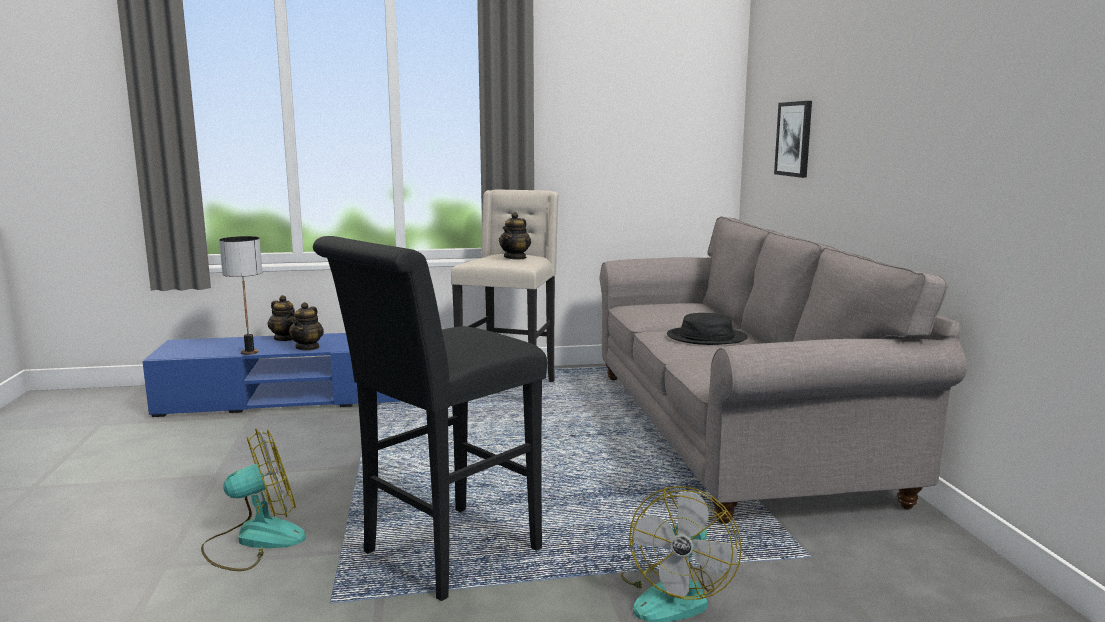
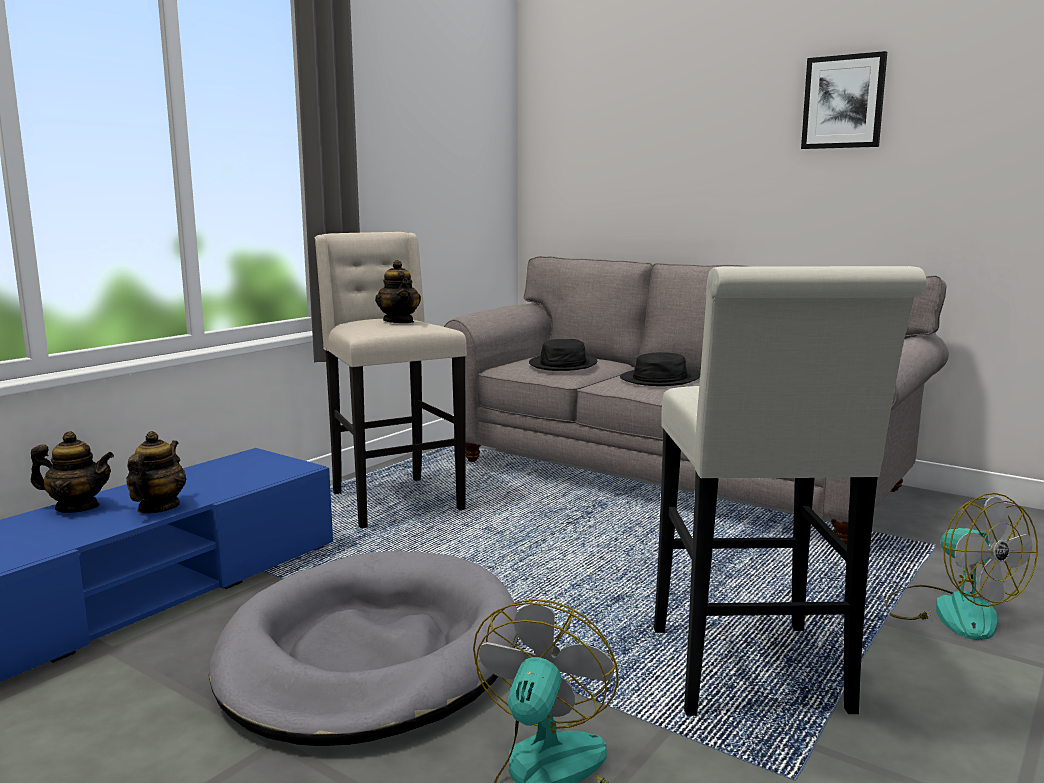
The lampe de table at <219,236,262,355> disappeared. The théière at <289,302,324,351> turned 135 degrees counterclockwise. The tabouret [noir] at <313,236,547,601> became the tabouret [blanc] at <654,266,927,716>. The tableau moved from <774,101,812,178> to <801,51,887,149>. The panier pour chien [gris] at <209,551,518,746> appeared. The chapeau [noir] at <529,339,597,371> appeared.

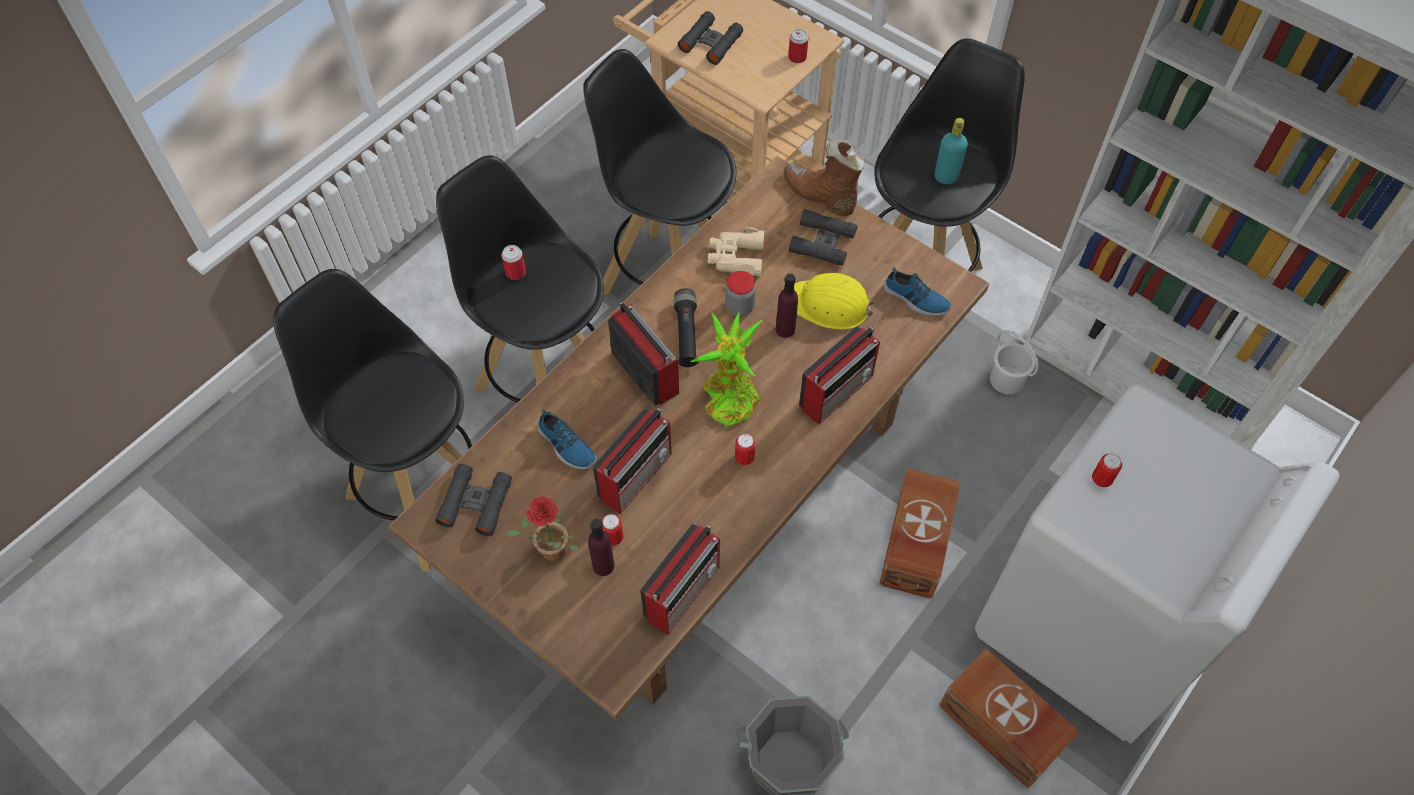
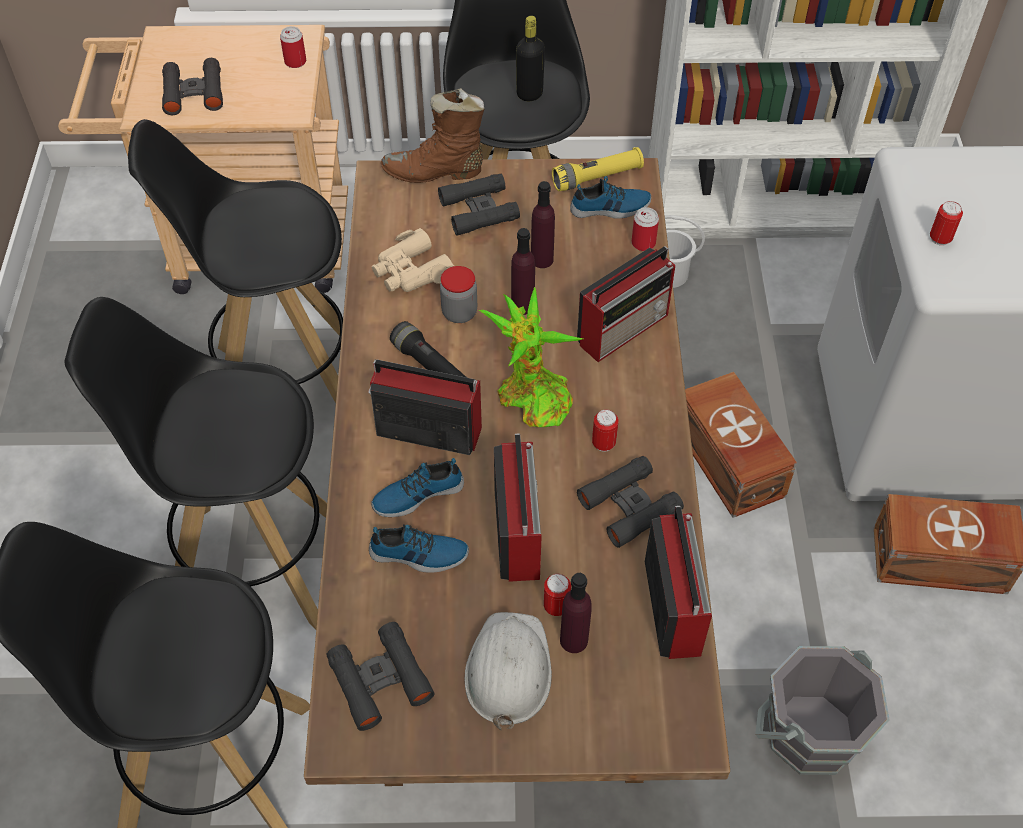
The boîte métallique moved from <502,245,526,280> to <631,207,659,251>. The plante en pot at <505,497,578,561> was replaced by the casque de chantier [blanc] at <465,612,552,730>. The casque de chantier [jaune] at <794,273,876,330> was replaced by the bouteille [violet] at <531,181,555,268>. The radio at <799,326,880,425> turned 45 degrees clockwise. The bouteille [turquoise] at <934,118,968,184> became the bouteille [noir] at <516,16,545,101>. The chaussure at <371,458,464,517> appeared. The lampe de poche [jaune] at <552,147,644,191> appeared. The jumelles [noir] at <577,456,684,548> appeared.

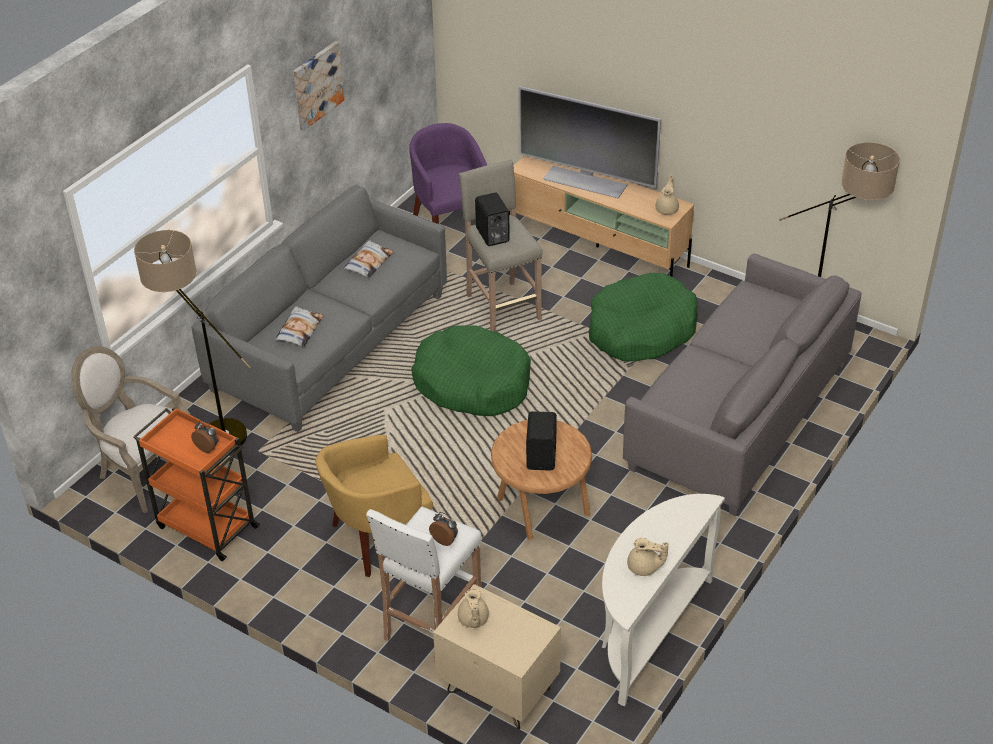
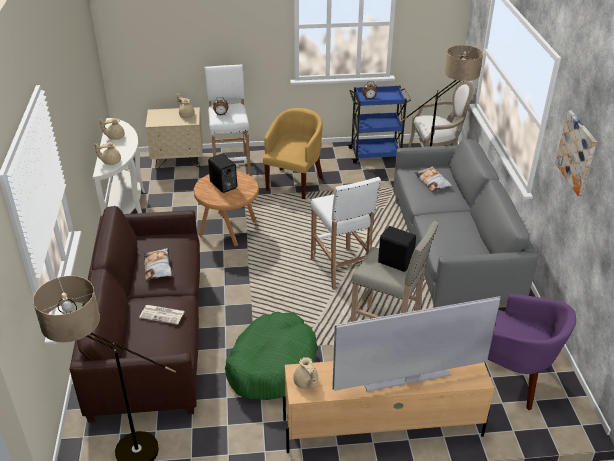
The chariot [orange] at <133,406,260,561> became the chariot [bleu] at <347,85,411,163>. The coussin moved from <344,240,394,278> to <144,248,172,280>. The panier pour chien [vert] at <411,325,531,416> was replaced by the tabouret [blanc] at <311,177,381,290>. The canapé [gris] at <623,254,862,516> became the canapé [marron] at <70,206,200,422>. The théière [beige] at <94,142,121,165> appeared. The journal at <139,305,185,325> appeared.

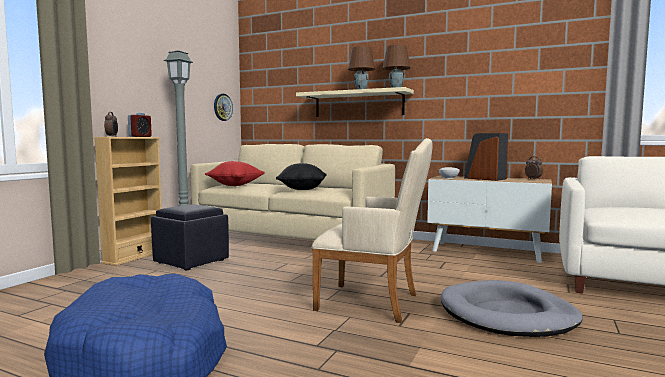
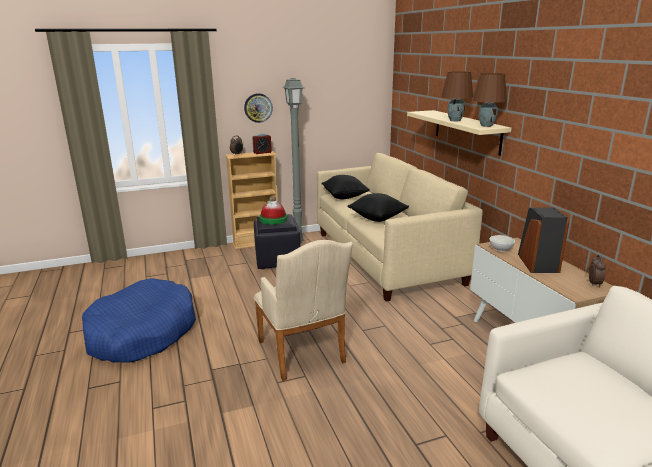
The coussin [rouge] at <205,161,265,186> became the coussin [noir] at <322,175,370,199>. The horloge murale moved from <214,94,233,121> to <244,93,273,123>. The panier pour chien [gris] at <441,280,583,337> disappeared. The chapeau at <259,196,287,225> appeared.

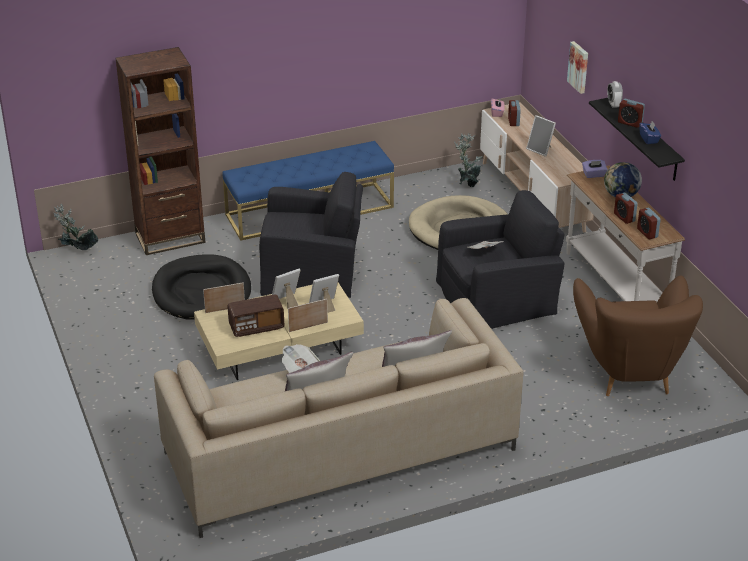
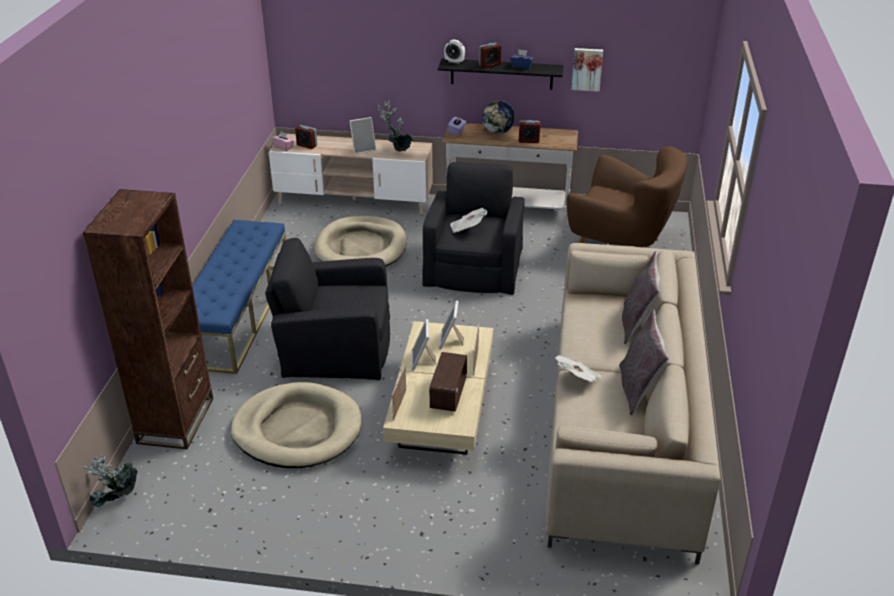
The panier pour chien [noir] at <152,254,251,320> became the panier pour chien [beige] at <231,382,361,468>. The fauteuil [noir] at <259,172,363,298> turned 120 degrees counterclockwise. The plante en pot moved from <454,133,483,187> to <378,100,413,152>. The tableau moved from <567,41,588,94> to <571,48,603,92>. The réveil at <637,208,661,239> disappeared.

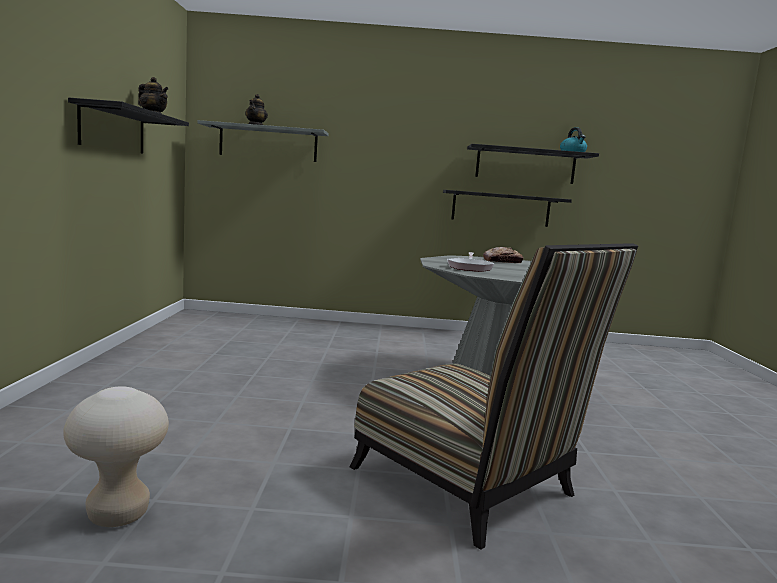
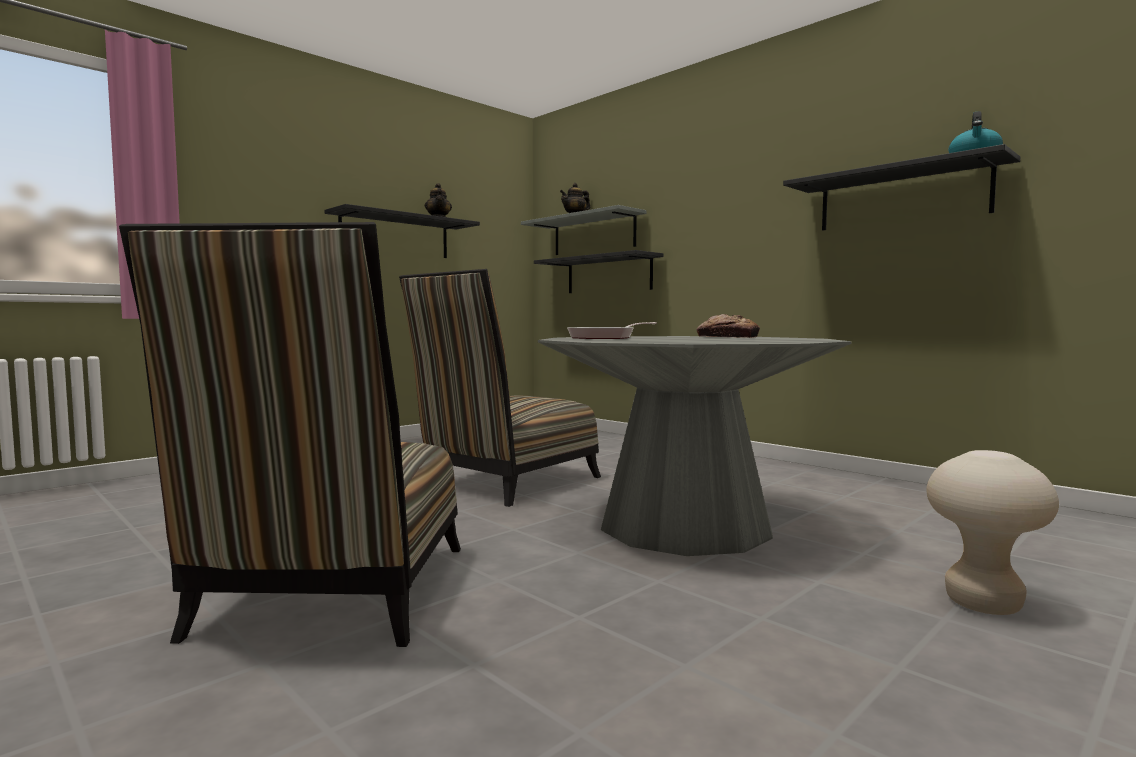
The tabouret [beige] moved from <64,387,169,527> to <926,450,1059,615>. The étagère [noir] moved from <443,190,572,227> to <534,250,664,293>. The chaise at <399,269,601,507> appeared.

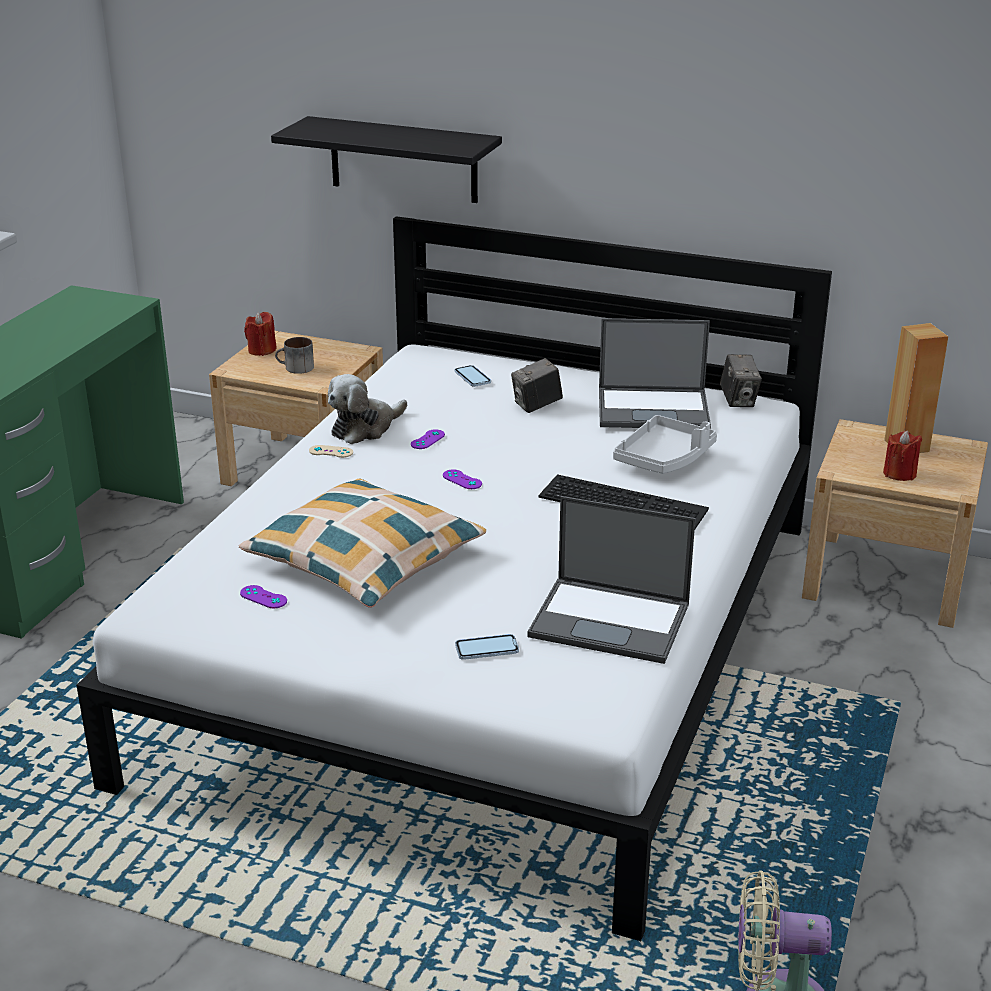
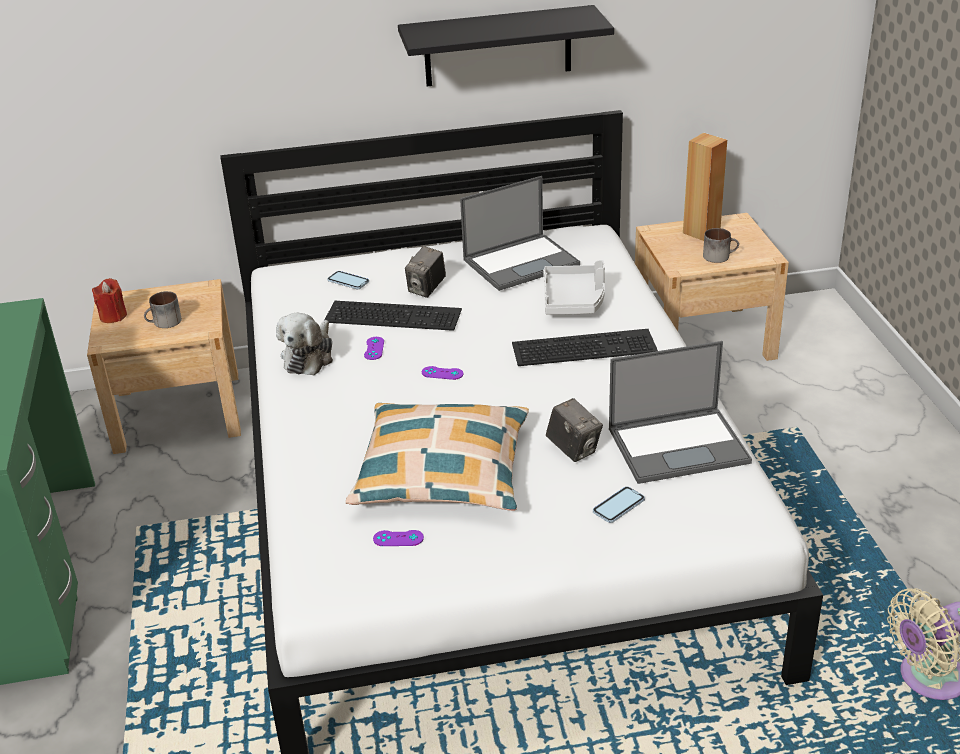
The étagère [noir] moved from <271,116,502,203> to <398,5,614,86>. The manette [beige] at <309,445,353,458> disappeared. The appareil photo moved from <720,354,762,407> to <546,398,603,462>. The bougie [rouge] at <883,430,922,481> was replaced by the mug at <703,228,739,263>. The clavier at <324,301,462,331> appeared.

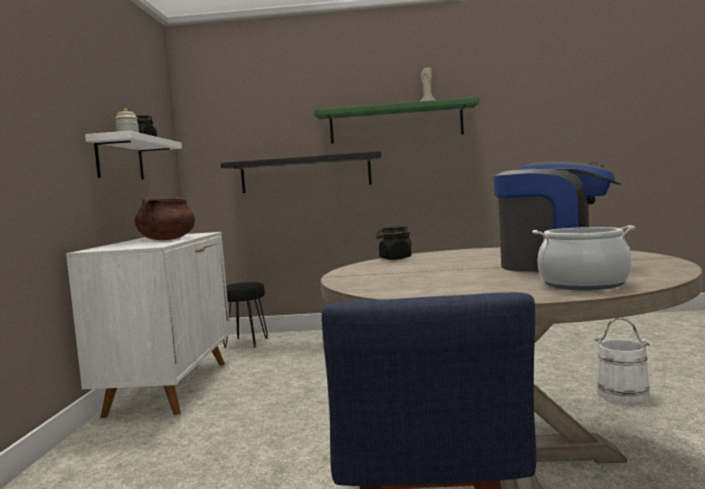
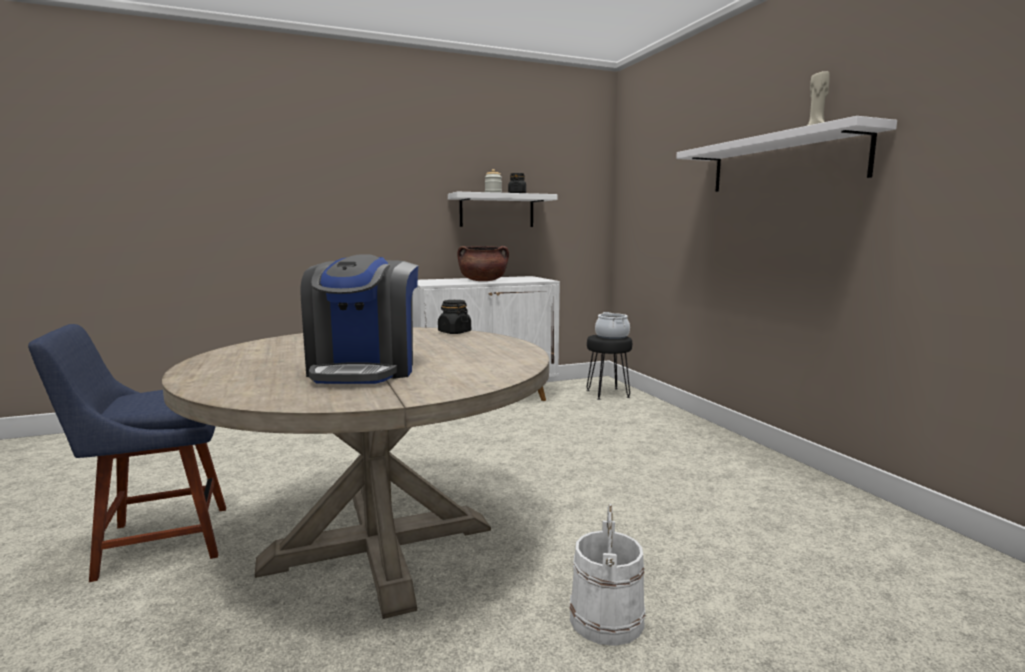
The étagère [noir] at <221,151,381,193> disappeared. The étagère [vert] at <314,97,480,144> became the étagère [blanc] at <676,116,897,192>. The marmite moved from <532,226,635,290> to <595,312,630,339>.

